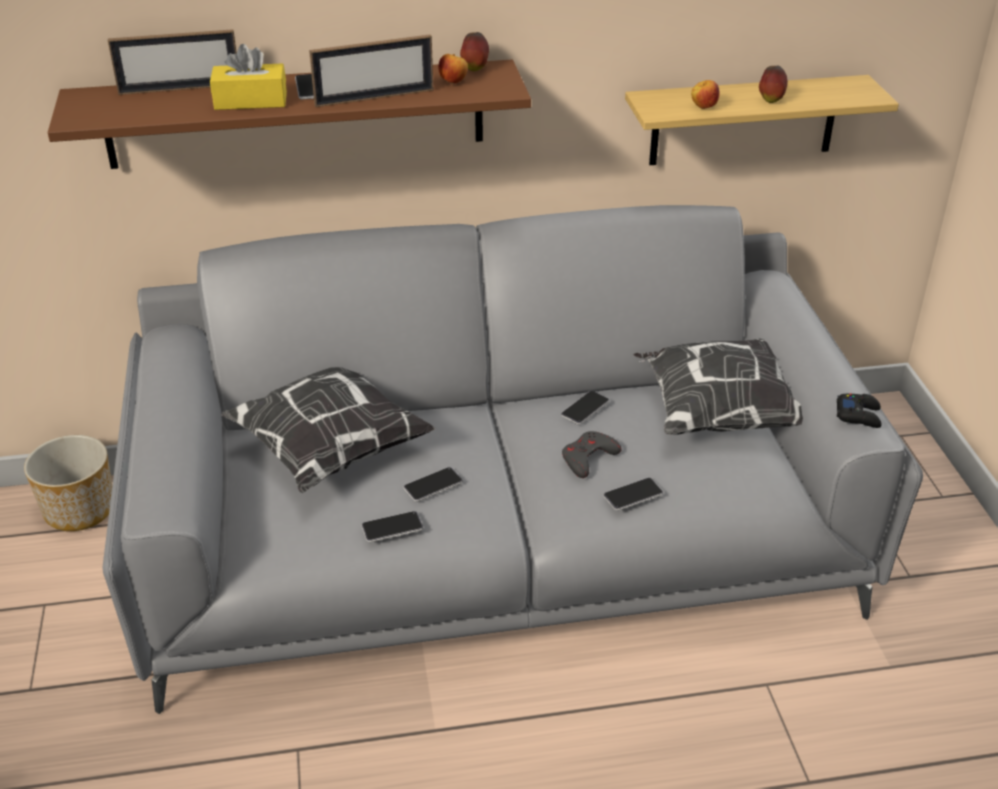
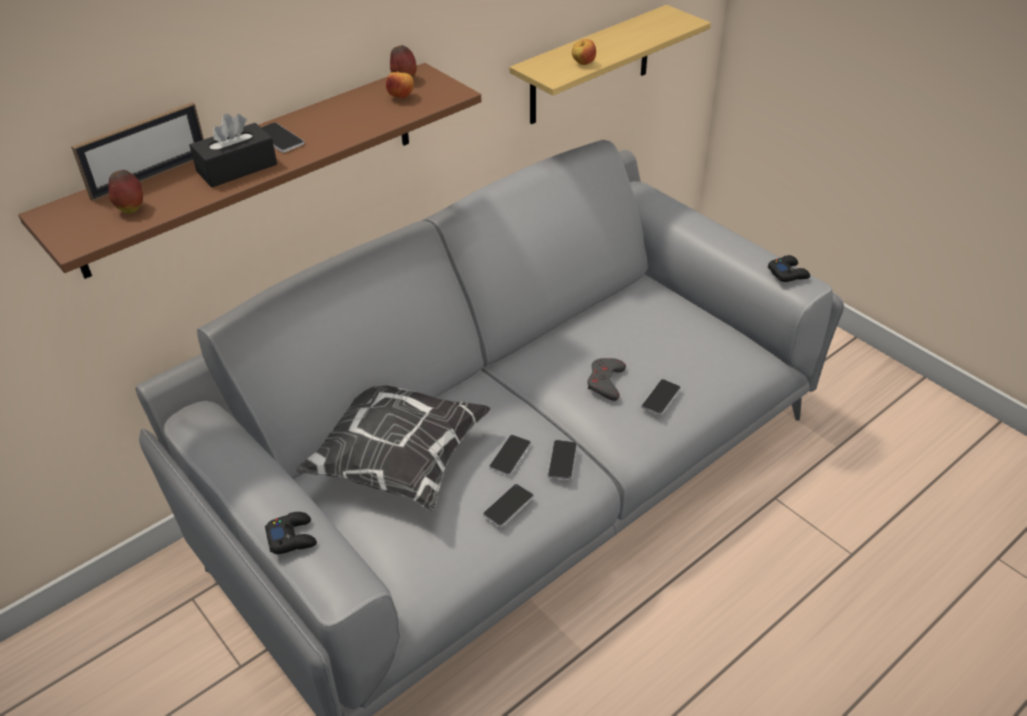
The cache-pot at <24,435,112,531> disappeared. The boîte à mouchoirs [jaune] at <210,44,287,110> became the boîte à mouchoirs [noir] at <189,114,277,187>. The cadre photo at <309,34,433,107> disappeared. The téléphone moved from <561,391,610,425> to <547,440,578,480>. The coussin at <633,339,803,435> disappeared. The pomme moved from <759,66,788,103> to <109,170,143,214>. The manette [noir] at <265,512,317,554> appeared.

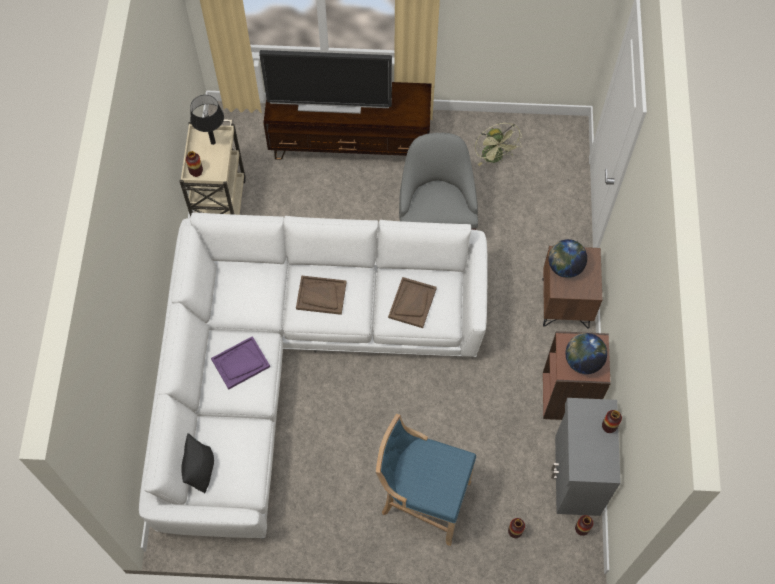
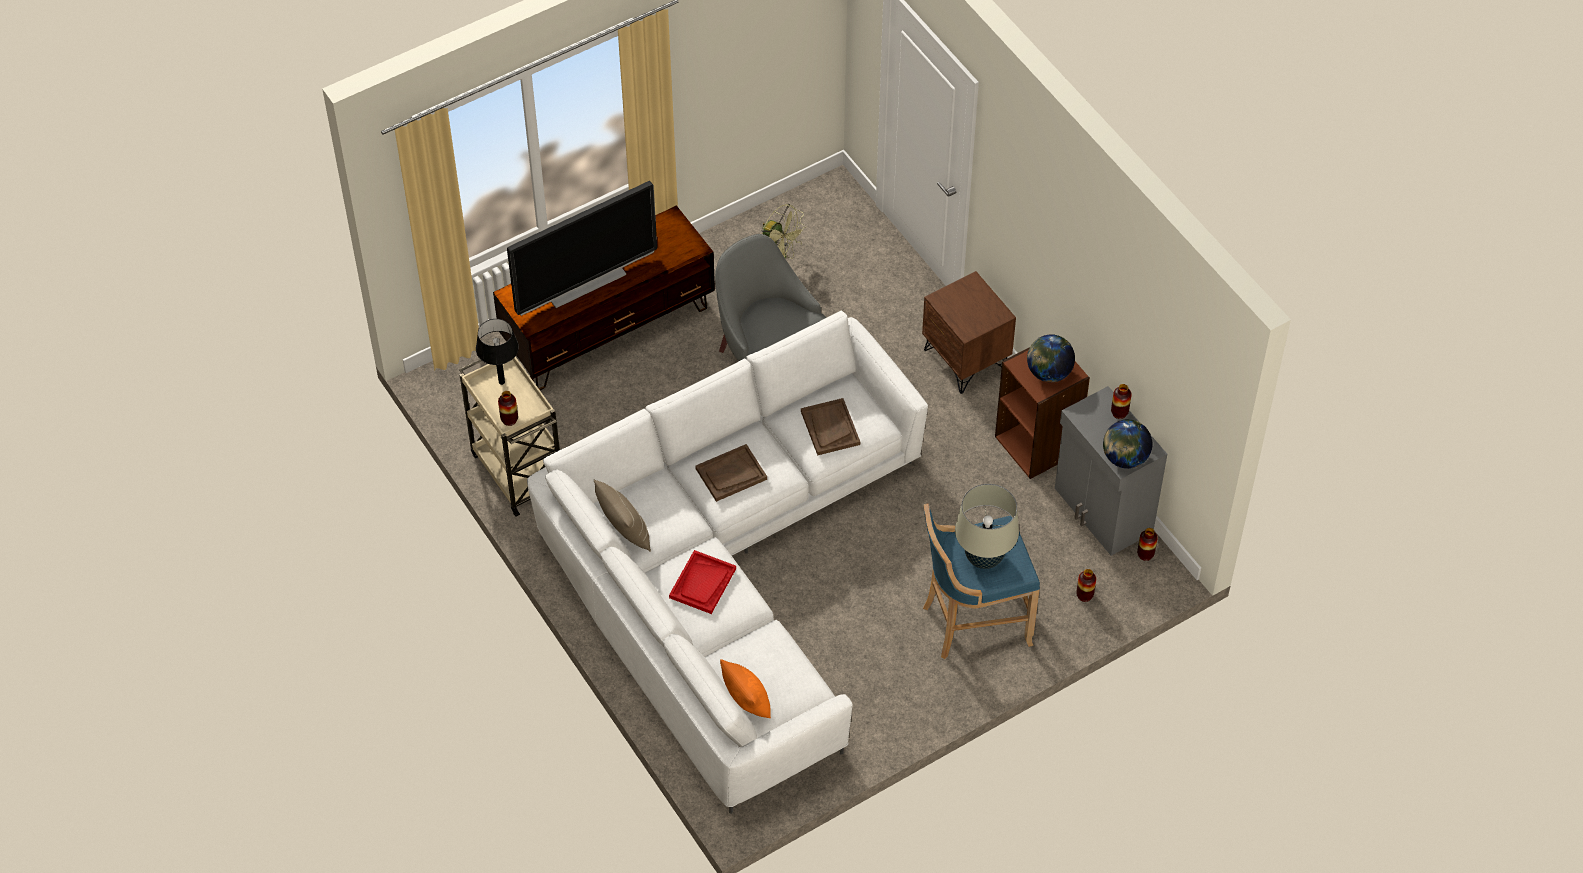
The coussin [noir] at <181,433,214,493> became the coussin [orange] at <720,660,771,719>. The plateau [violet] at <211,336,270,390> became the plateau [rouge] at <669,550,736,614>. The globe moved from <549,239,587,278> to <1103,419,1152,469>. The coussin [beige] at <594,480,651,552> appeared. The lampe de table [beige] at <955,484,1019,569> appeared.

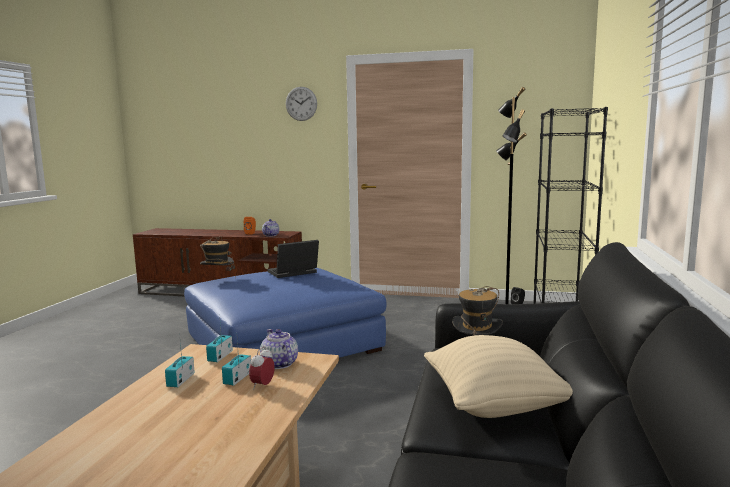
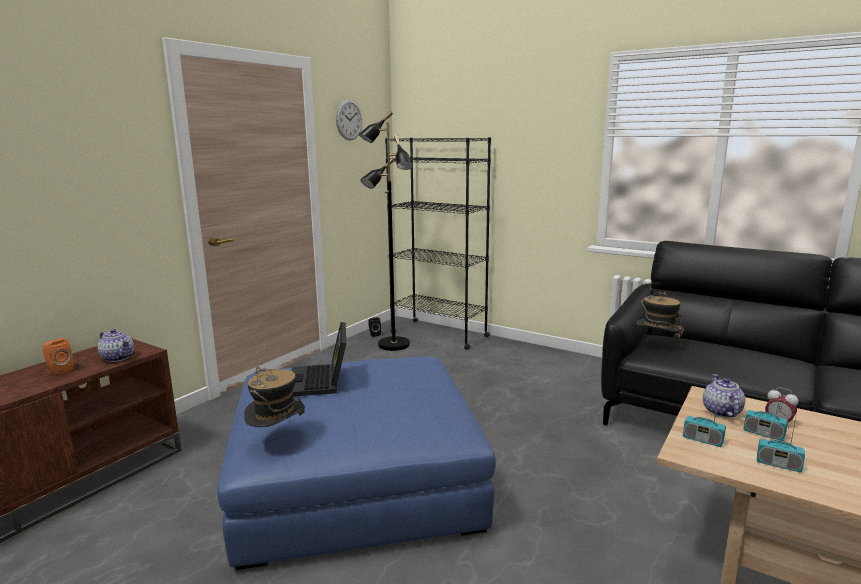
The théière at <260,329,298,369> turned 105 degrees clockwise. The horloge murale moved from <286,87,317,121> to <336,99,362,141>. The coussin [beige] at <424,335,573,418> disappeared.

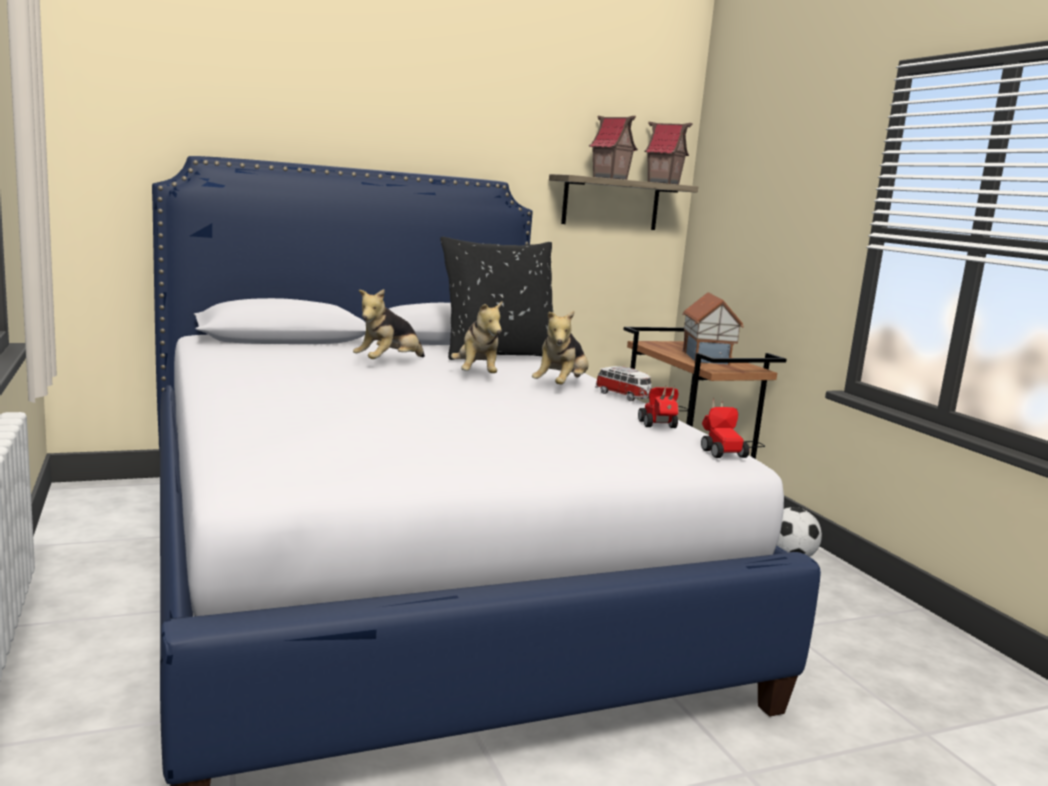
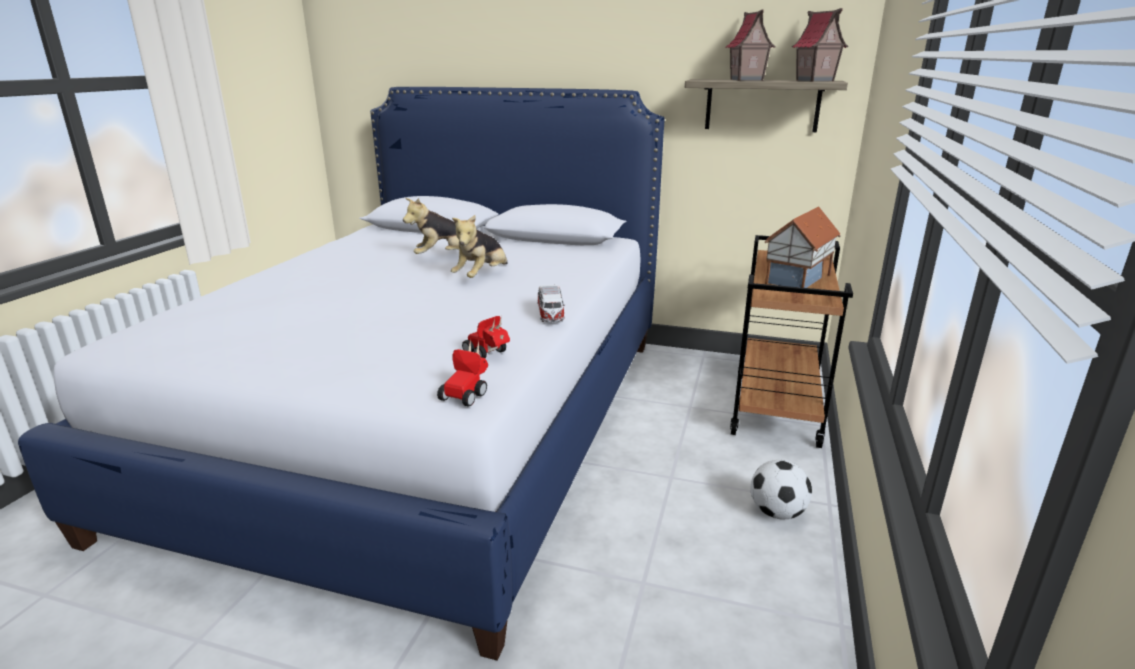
The coussin [noir] at <440,237,553,360> disappeared. The peluche at <532,310,589,384> disappeared. The petite voiture at <638,385,678,428> turned 75 degrees counterclockwise.

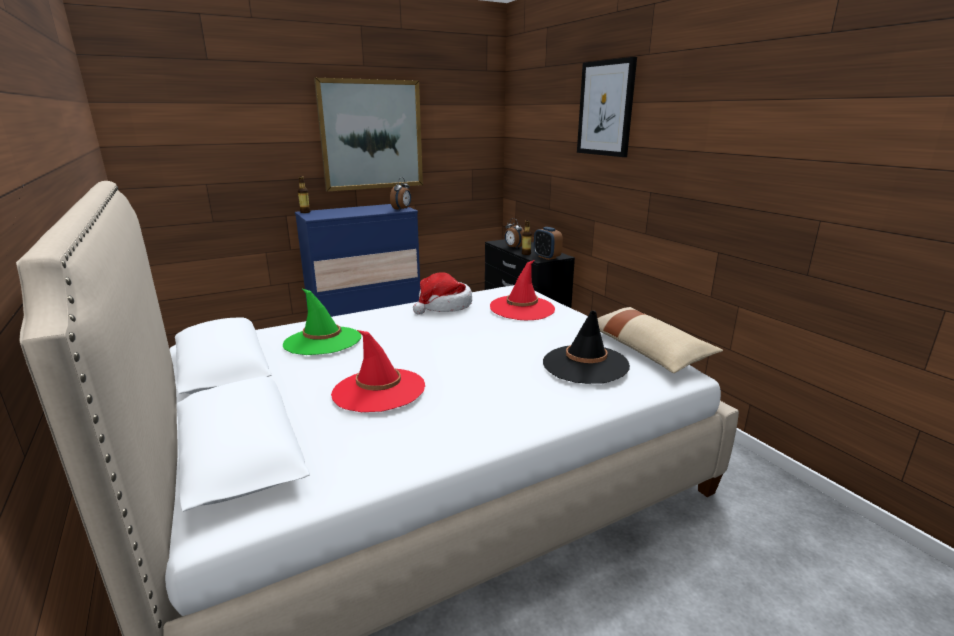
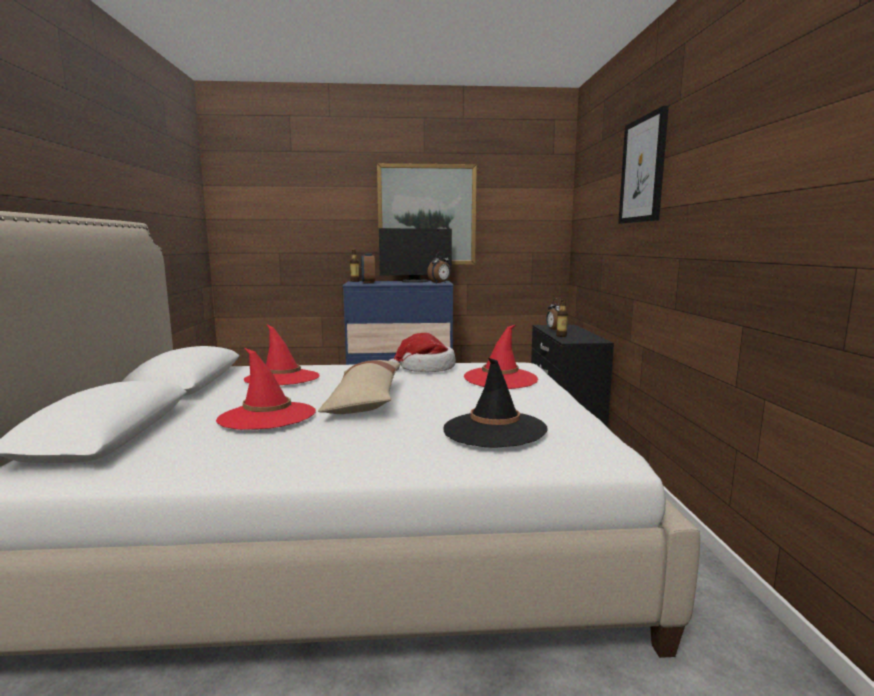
The chapeau [vert] at <283,288,361,355> became the chapeau [rouge] at <244,324,319,385>. The réveil moved from <534,227,563,260> to <361,253,375,283>. The coussin [beige] moved from <597,307,723,373> to <318,360,400,414>. The écran d'ordinateur at <379,228,452,283> appeared.

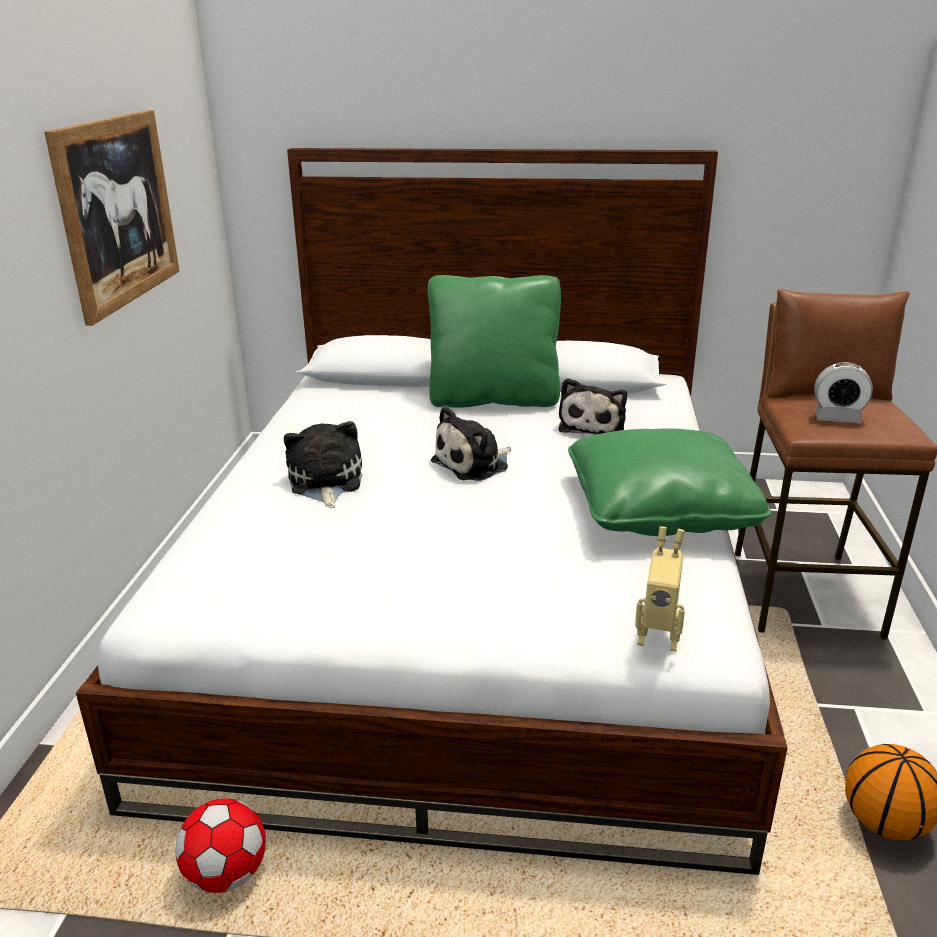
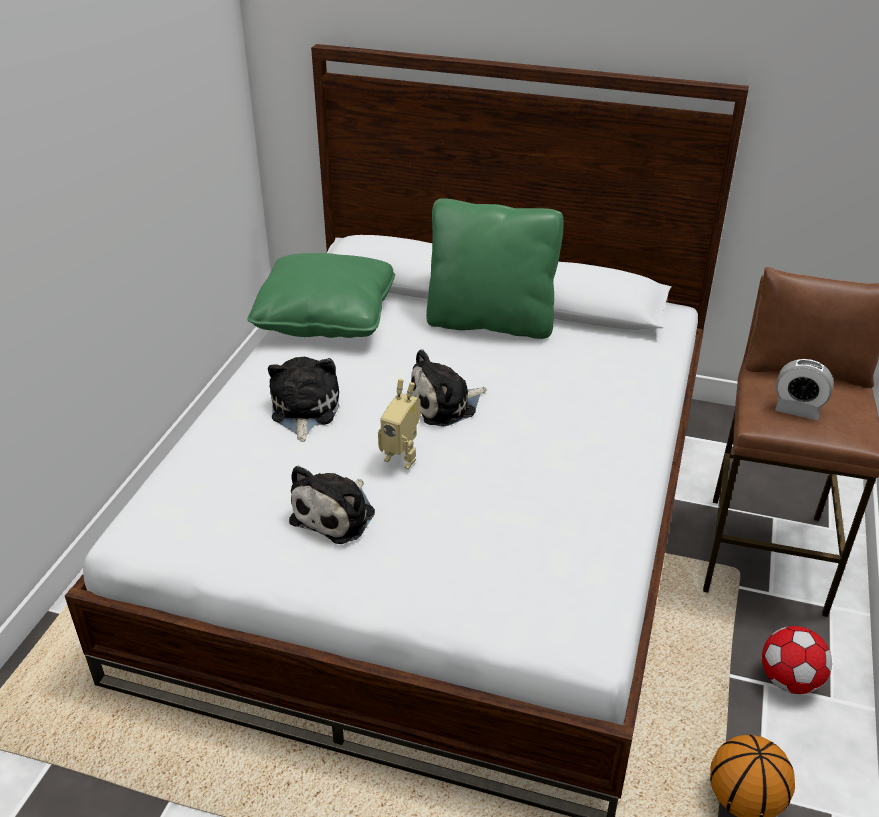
The tableau at <44,110,180,326> disappeared. The ballon de foot moved from <175,798,266,893> to <762,626,832,694>. The peluche moved from <559,378,627,435> to <289,465,375,544>. The coussin [vert] moved from <568,429,771,536> to <247,253,395,338>. The robot jouet moved from <635,526,685,652> to <378,379,421,469>.

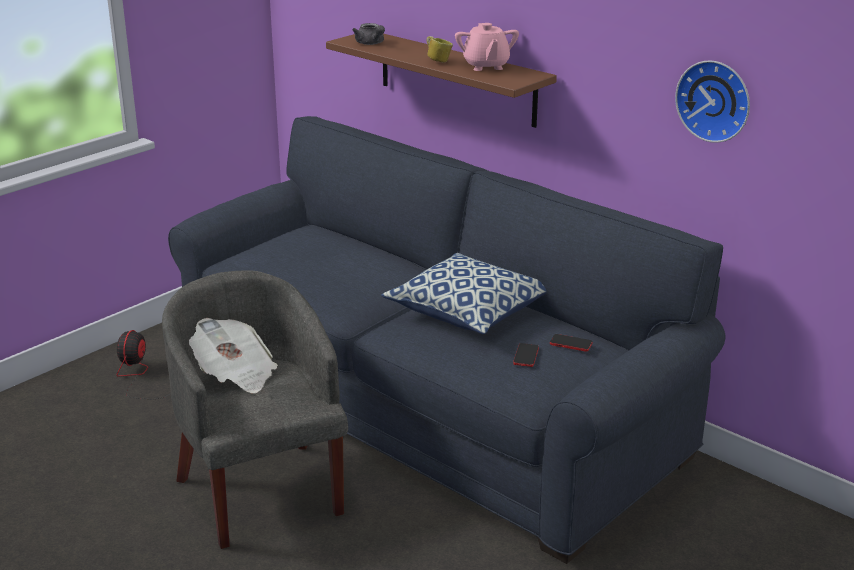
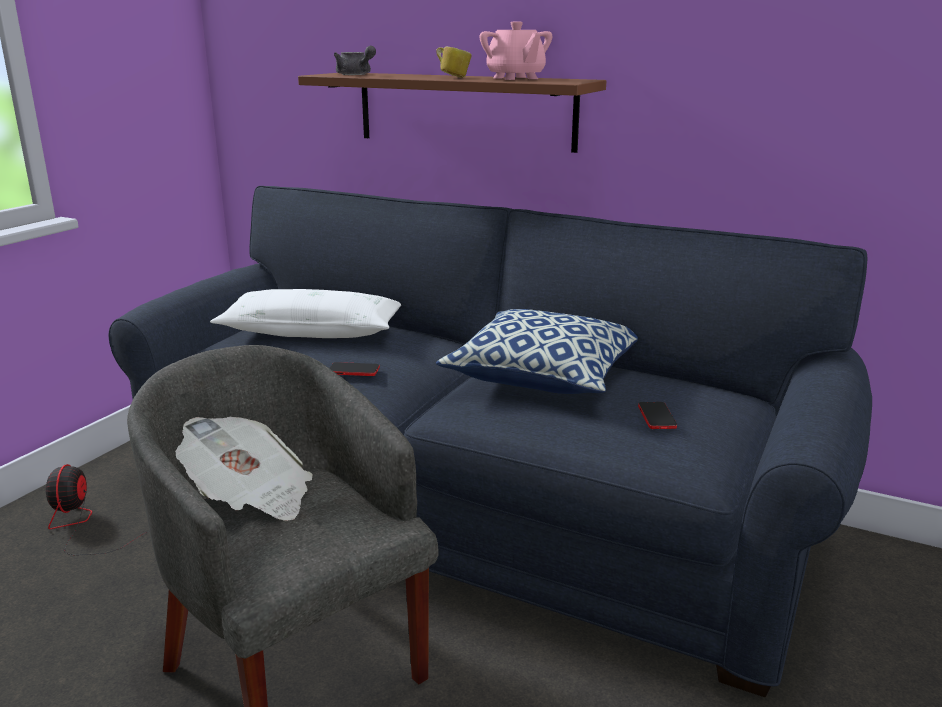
The téléphone moved from <550,334,593,352> to <330,362,380,376>. The horloge murale at <675,61,750,143> disappeared. The coussin [blanc] at <210,289,401,338> appeared.

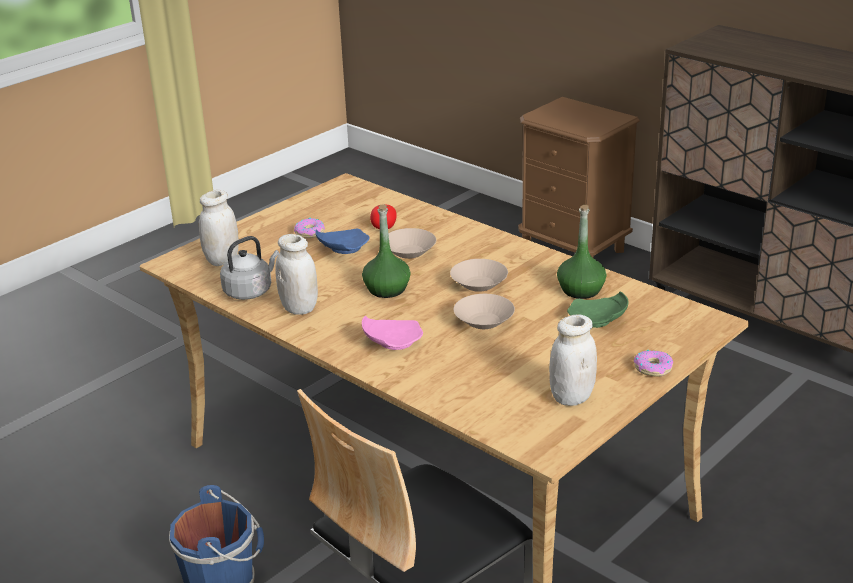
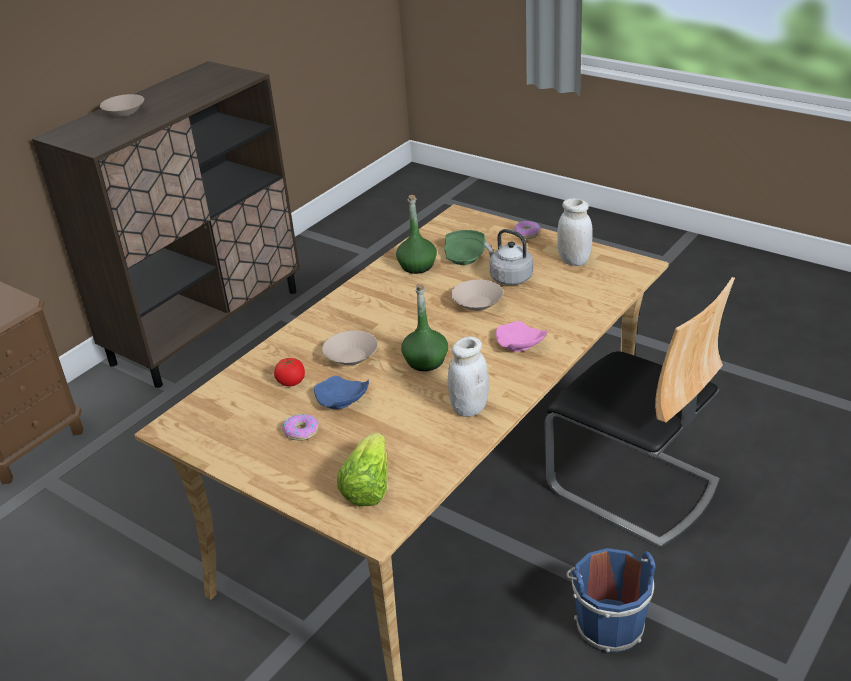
The bocal [blanc] at <199,190,239,266> was replaced by the laitue at <337,433,388,506>. The bouilloire [gris] moved from <220,236,279,300> to <484,229,533,285>. The bol [beige] moved from <450,259,508,292> to <100,94,144,117>.

